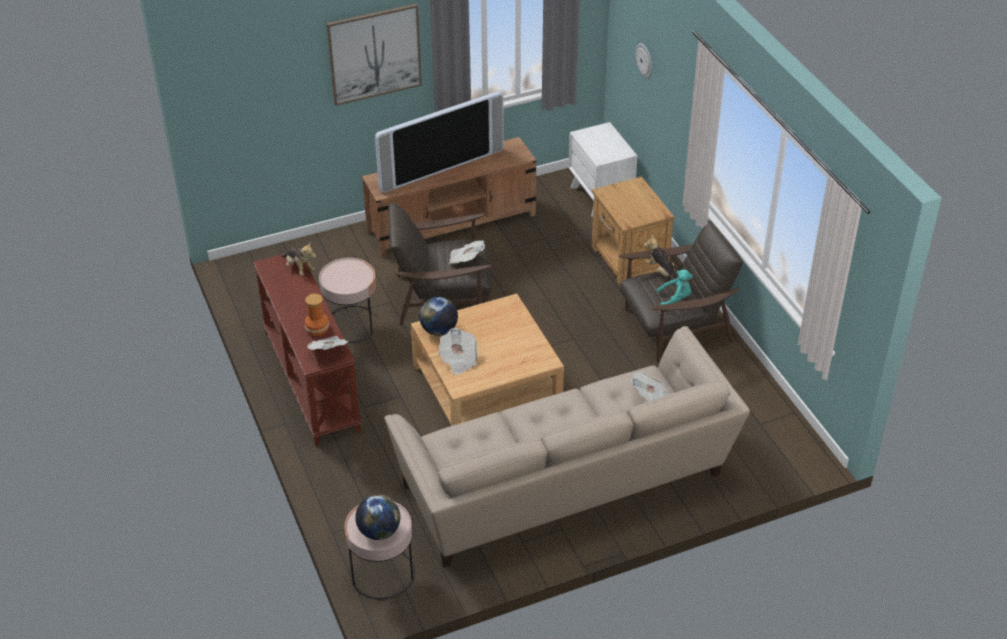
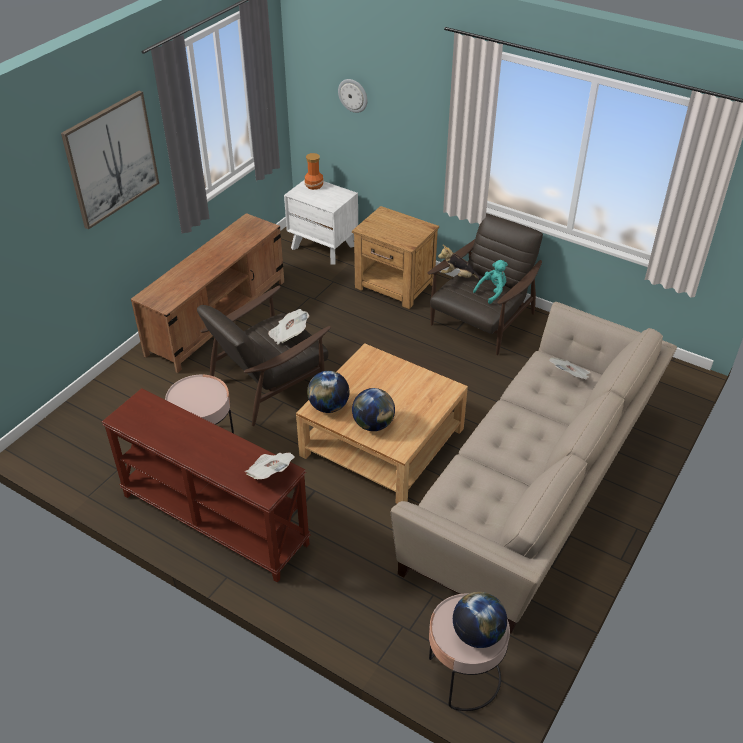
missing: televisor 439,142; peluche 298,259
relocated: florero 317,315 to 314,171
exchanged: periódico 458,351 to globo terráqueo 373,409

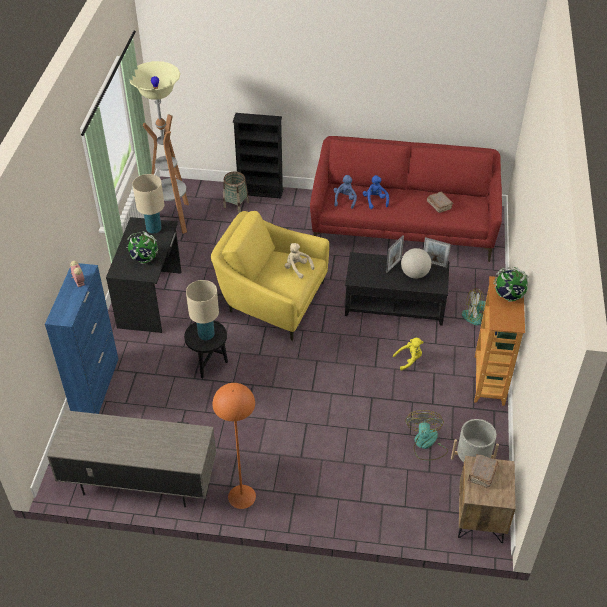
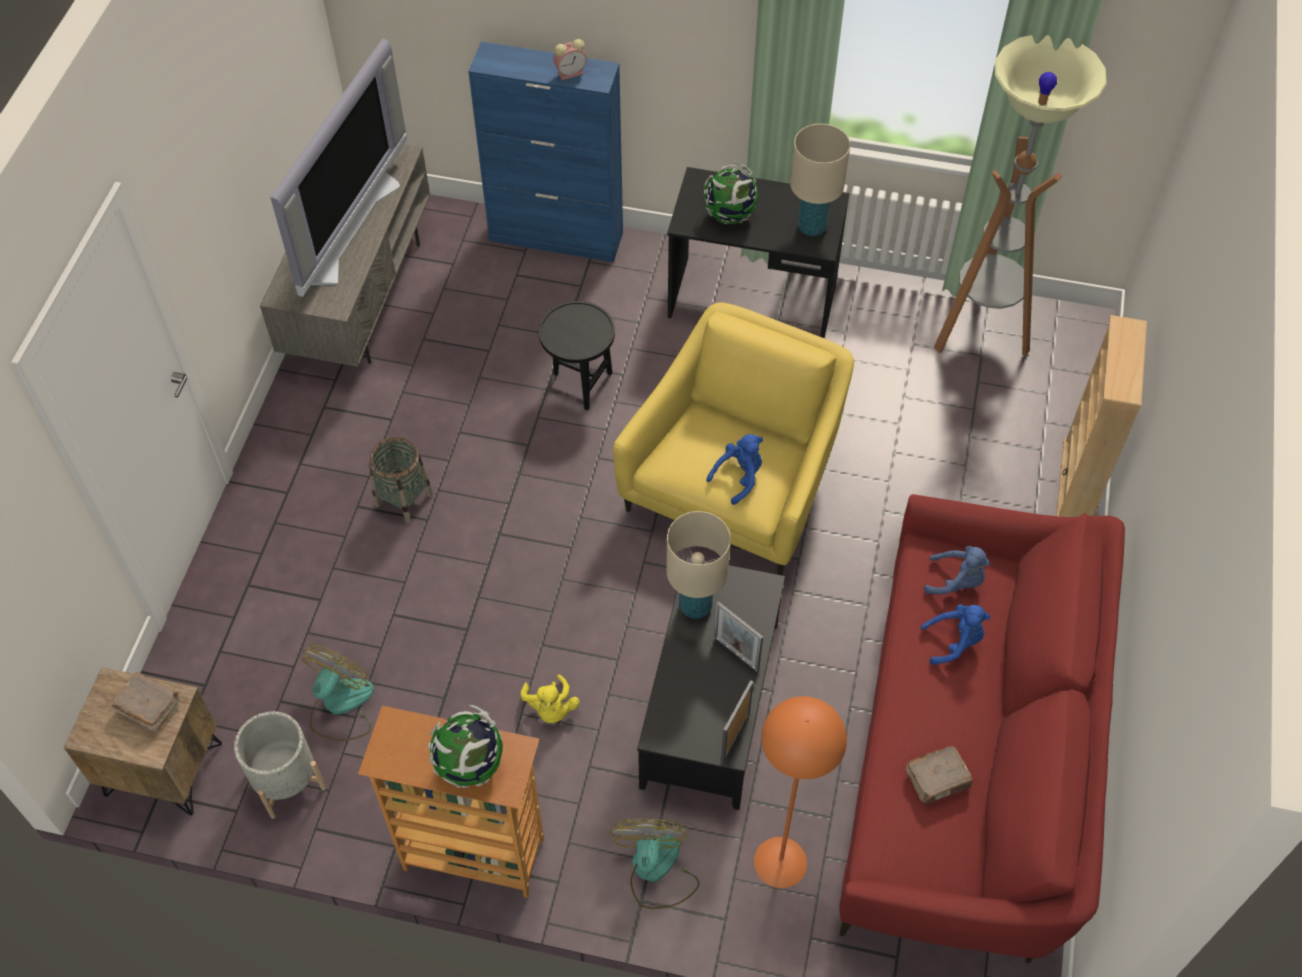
missing: globo terráqueo 416,263
appeared: televisor 338,167
relocated: cesta 236,192 to 401,480; lámpara de mesa/beis 202,310 to 699,565; lámpara de pie/naranja 234,446 to 800,792
colour: estantería/negro 258,155 to estantería/beis 1101,416; peluche/beis 300,261 to peluche/azul 734,469
spun: ventilador 427,435 = 338,692 75 degrees counterclockwise

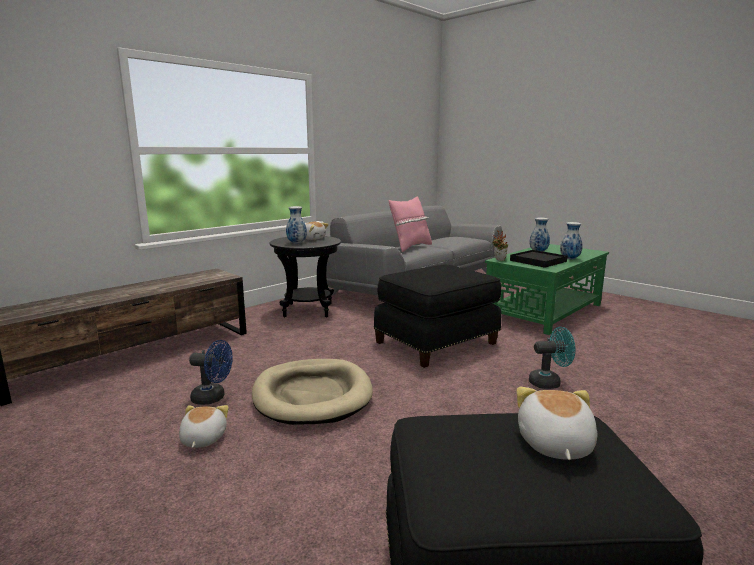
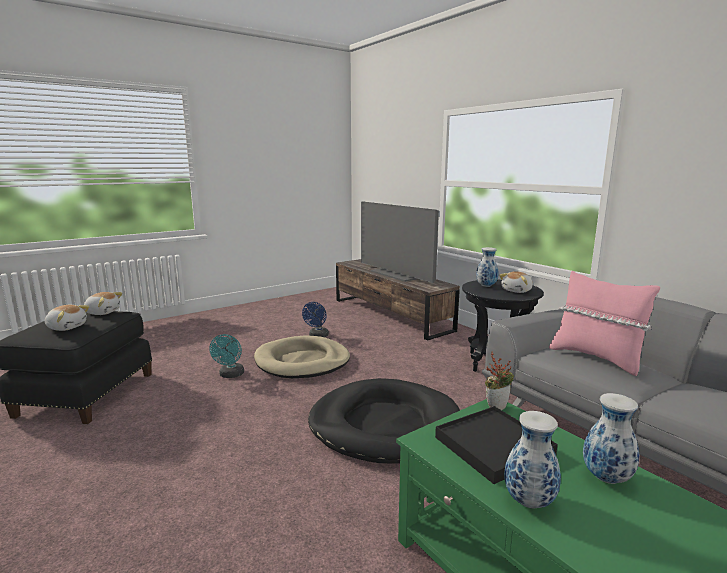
appeared: televisor 400,242
relocated: ventilador/turquesa 552,358 to 226,356; peluche 204,426 to 103,303
exchanged: puf/negro 437,316 to cama para perro/negro 384,421

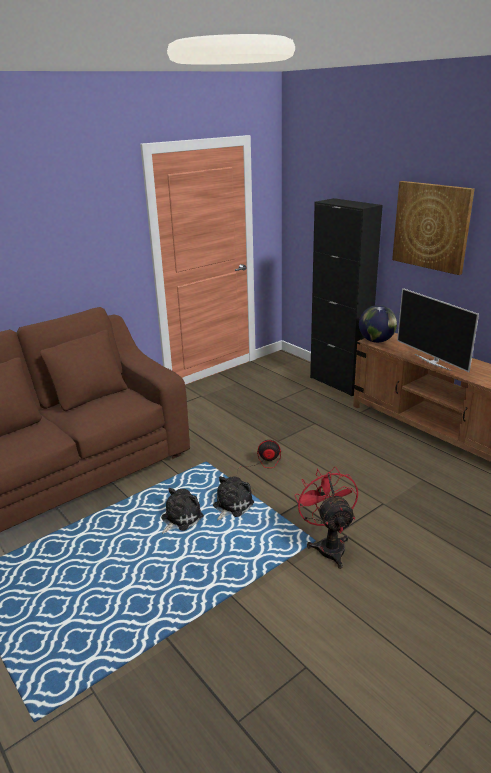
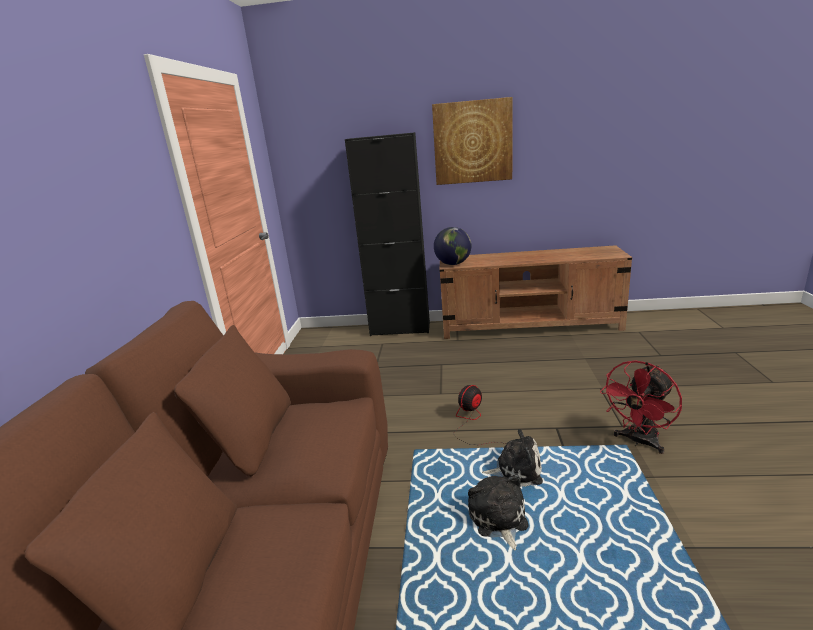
missing: televisor 438,330
spun: ventilador/rojo 326,517 = 641,407 75 degrees counterclockwise; peluche 233,498 = 512,458 105 degrees clockwise

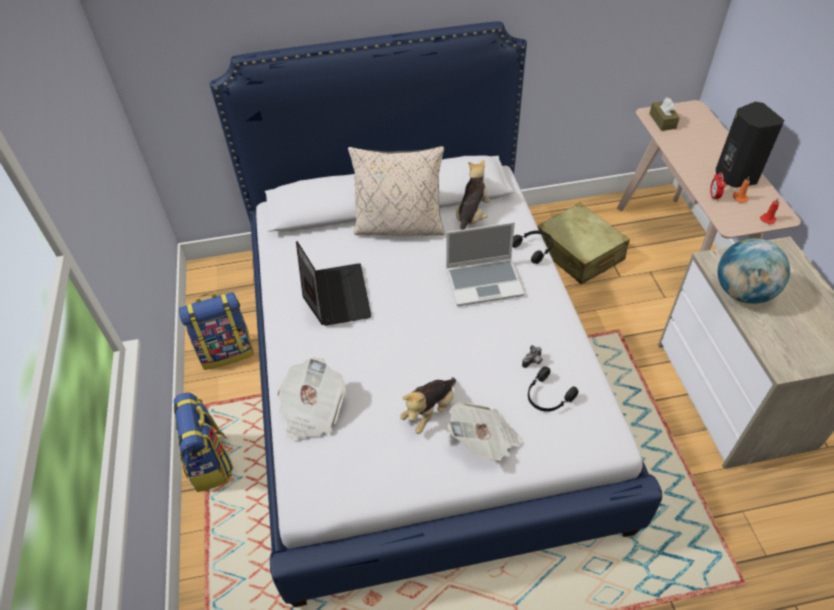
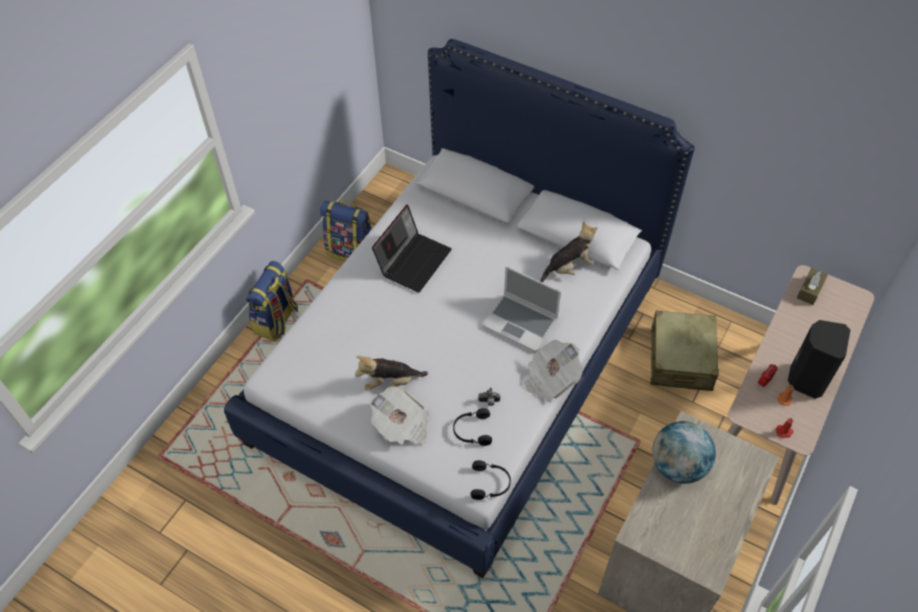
missing: cojín/beis 396,191
relocated: auriculares/negro 532,247 to 491,480; periódico 312,398 to 552,371

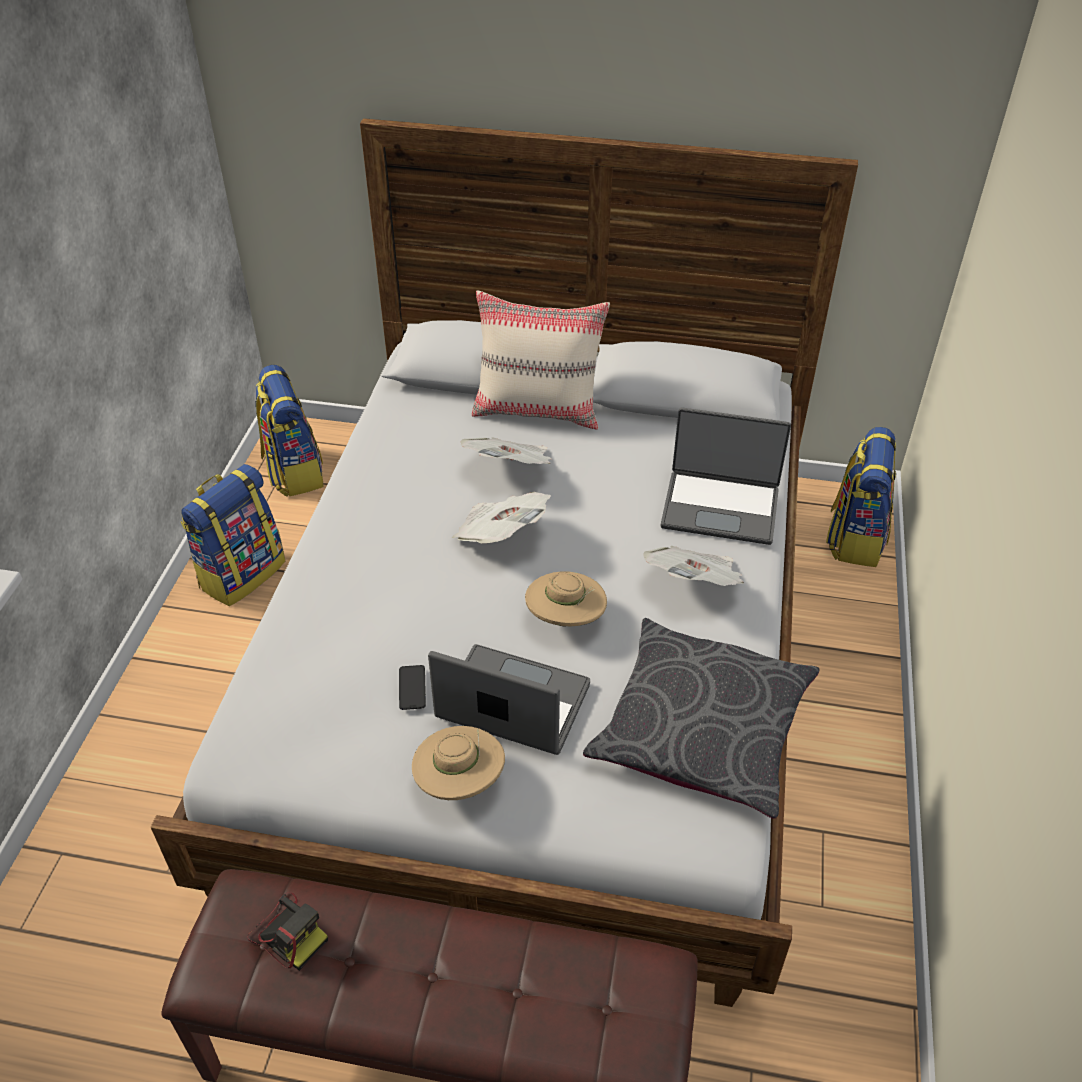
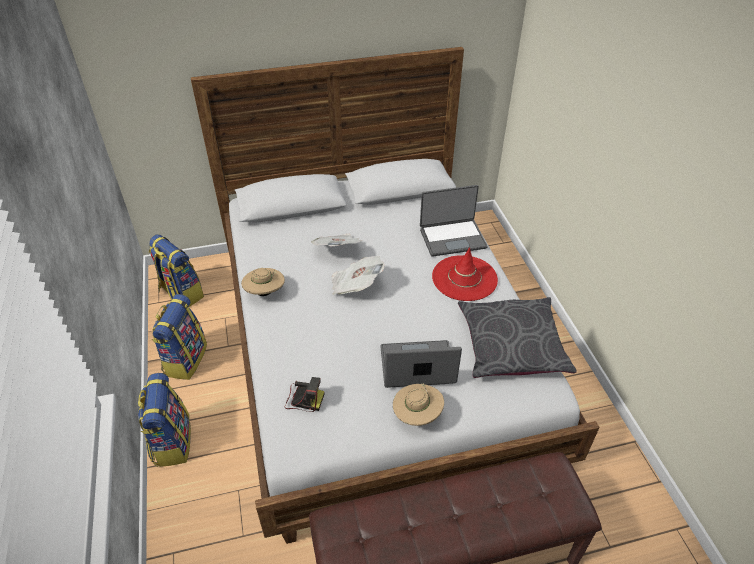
missing: cojín/beis 541,360; móvil 412,687
relocated: mochila 861,497 to 164,420; sombrero/beis 566,599 to 263,282; cámara 287,931 to 304,394
exchanged: periódico 693,566 to sombrero/rojo 465,274

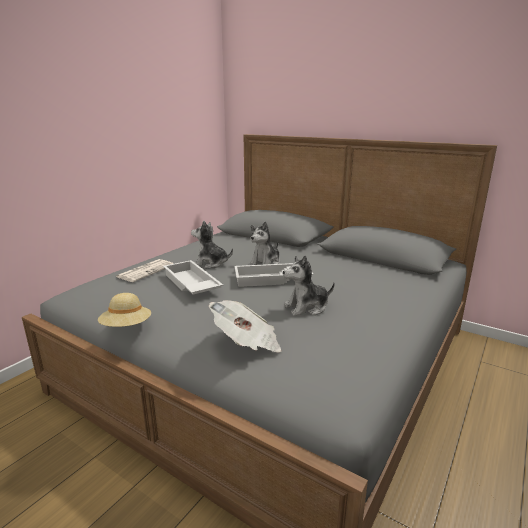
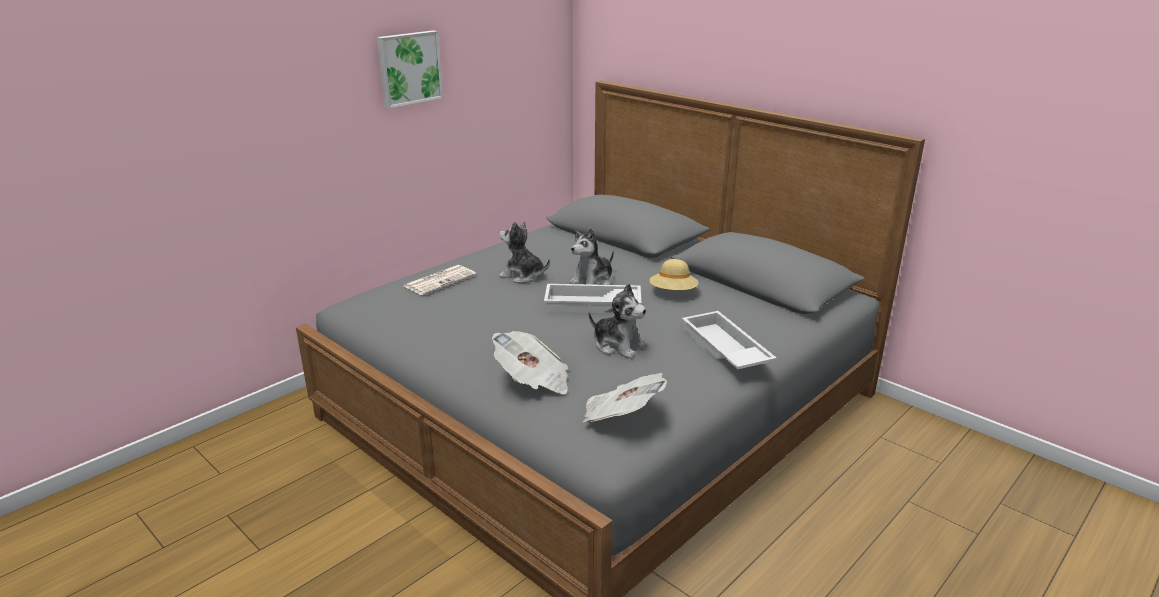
appeared: cuadro 410,69; periódico 625,397
relocated: bandeja/blanco 193,277 to 729,340; sombrero/beis 124,310 to 673,274
spun: peluche 309,286 = 618,321 135 degrees counterclockwise

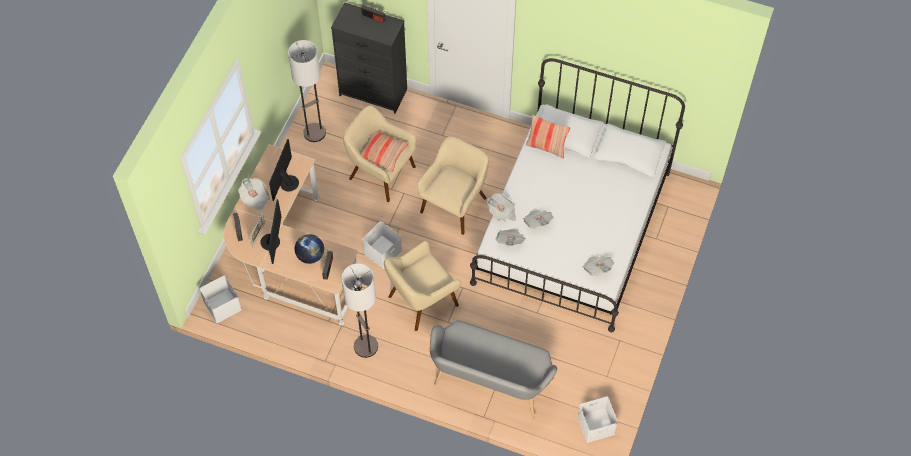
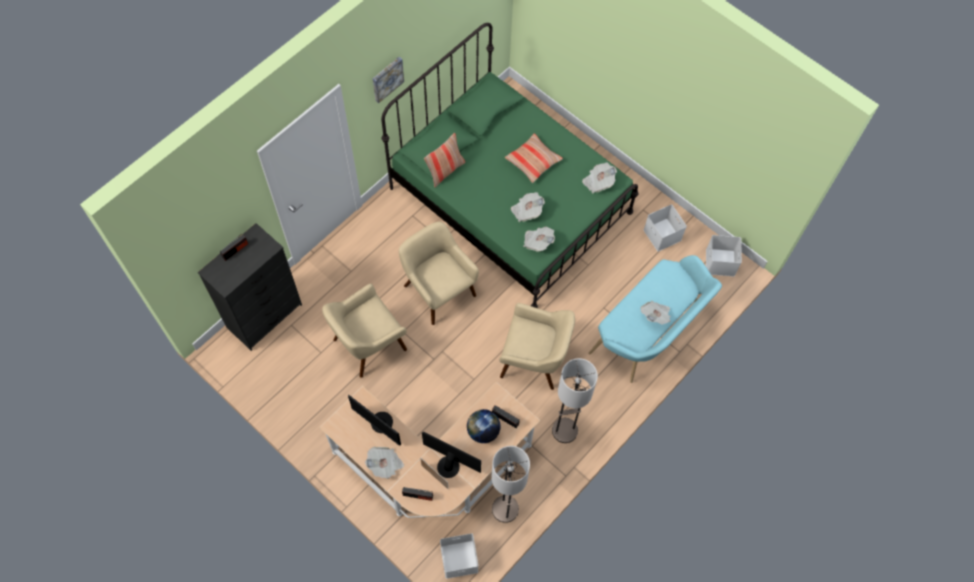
appeared: cuadro 388,80
relocated: lámpara de pie 307,91 to 510,484; cojín 384,151 to 534,158; periódico 501,207 to 656,313; caja de almacenaje/blanco 382,245 to 665,228
colour: cama/blanco 577,195 to cama/verde 509,165; banco/gris 493,370 to banco/turquesa 655,319
spun: sillón/beis 422,286 = 537,346 60 degrees counterclockwise

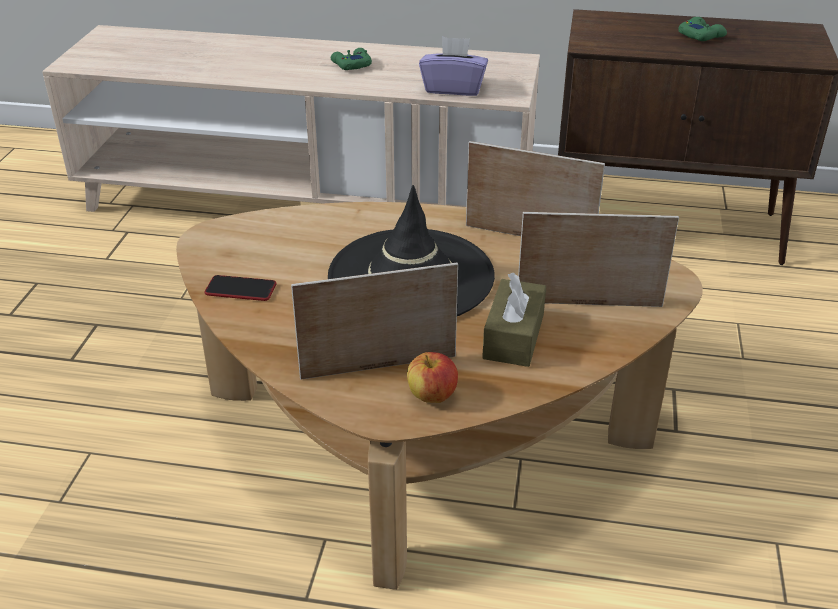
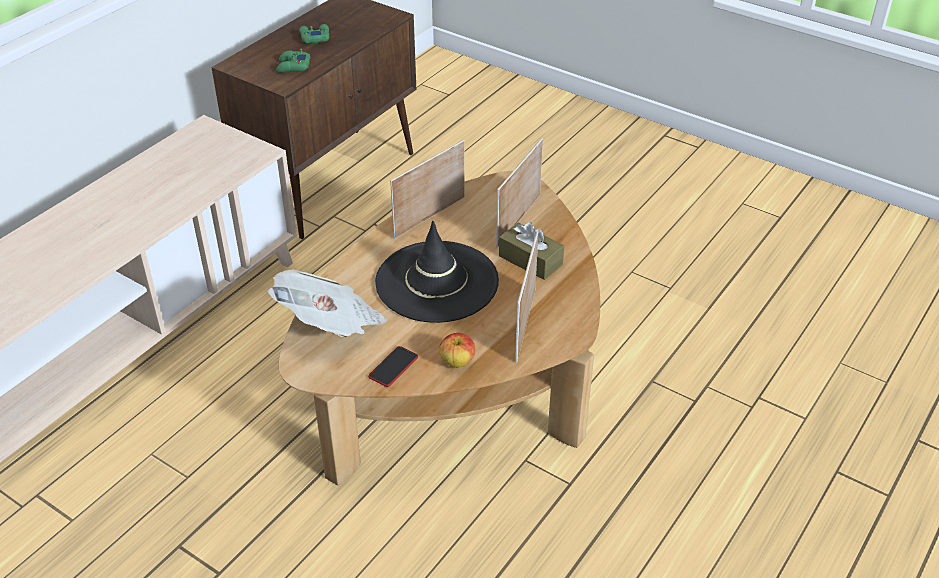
missing: caja de pañuelos/morado 453,66
appeared: periódico 327,303
relocated: mando de consola/verde 351,59 to 293,61; manzana 432,377 to 457,350

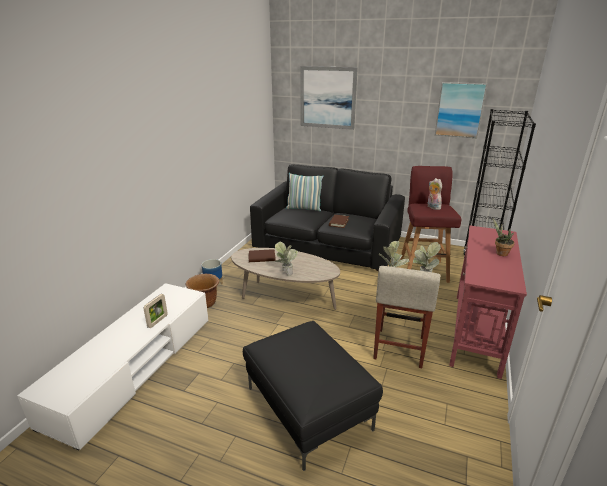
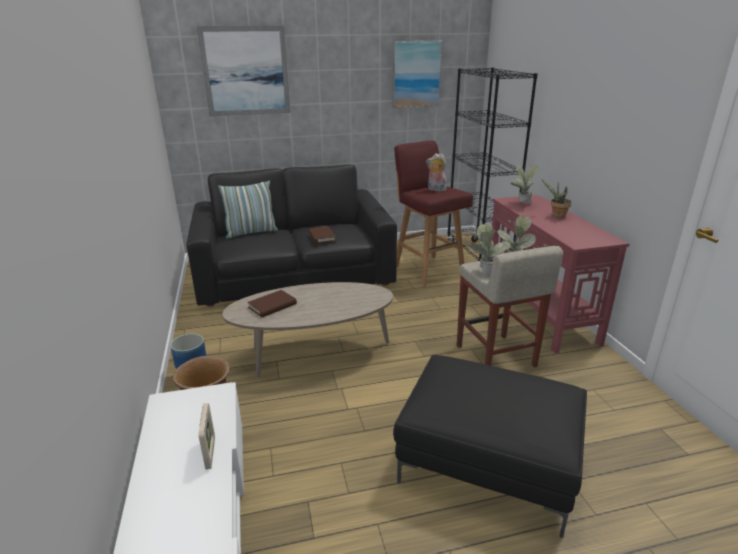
relocated: planta en maceta 286,259 to 524,185

